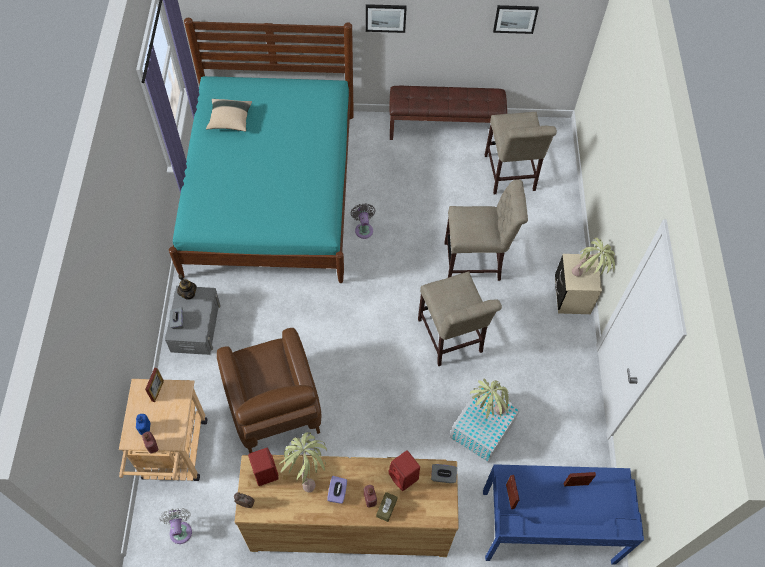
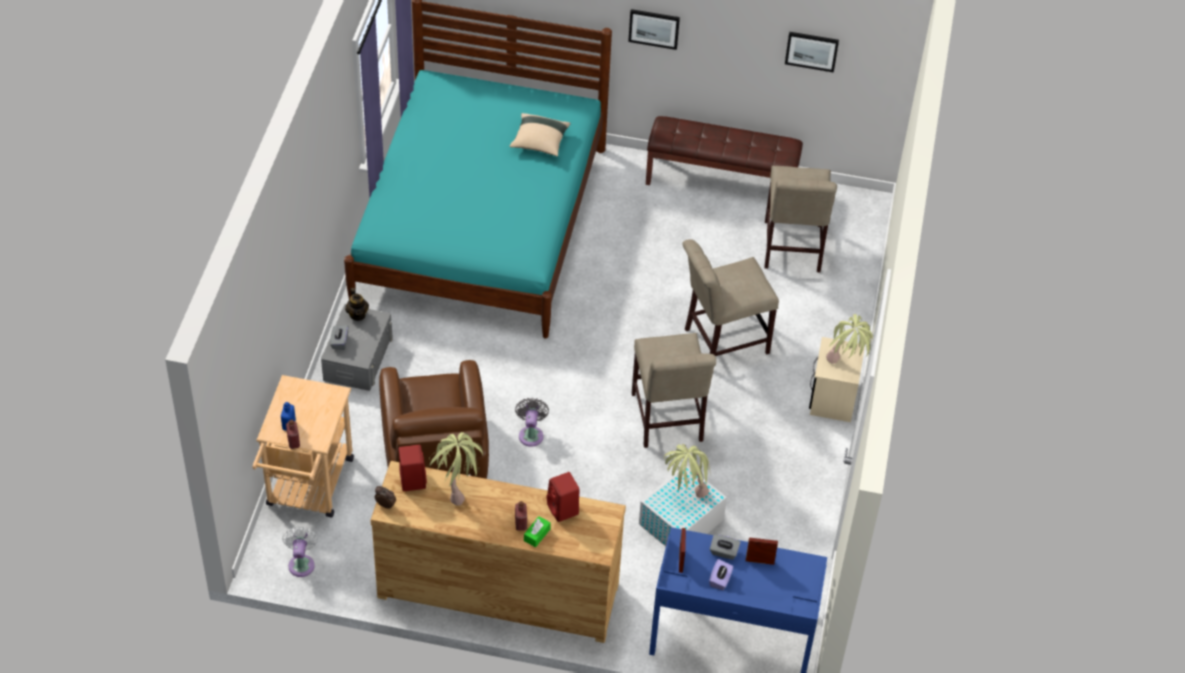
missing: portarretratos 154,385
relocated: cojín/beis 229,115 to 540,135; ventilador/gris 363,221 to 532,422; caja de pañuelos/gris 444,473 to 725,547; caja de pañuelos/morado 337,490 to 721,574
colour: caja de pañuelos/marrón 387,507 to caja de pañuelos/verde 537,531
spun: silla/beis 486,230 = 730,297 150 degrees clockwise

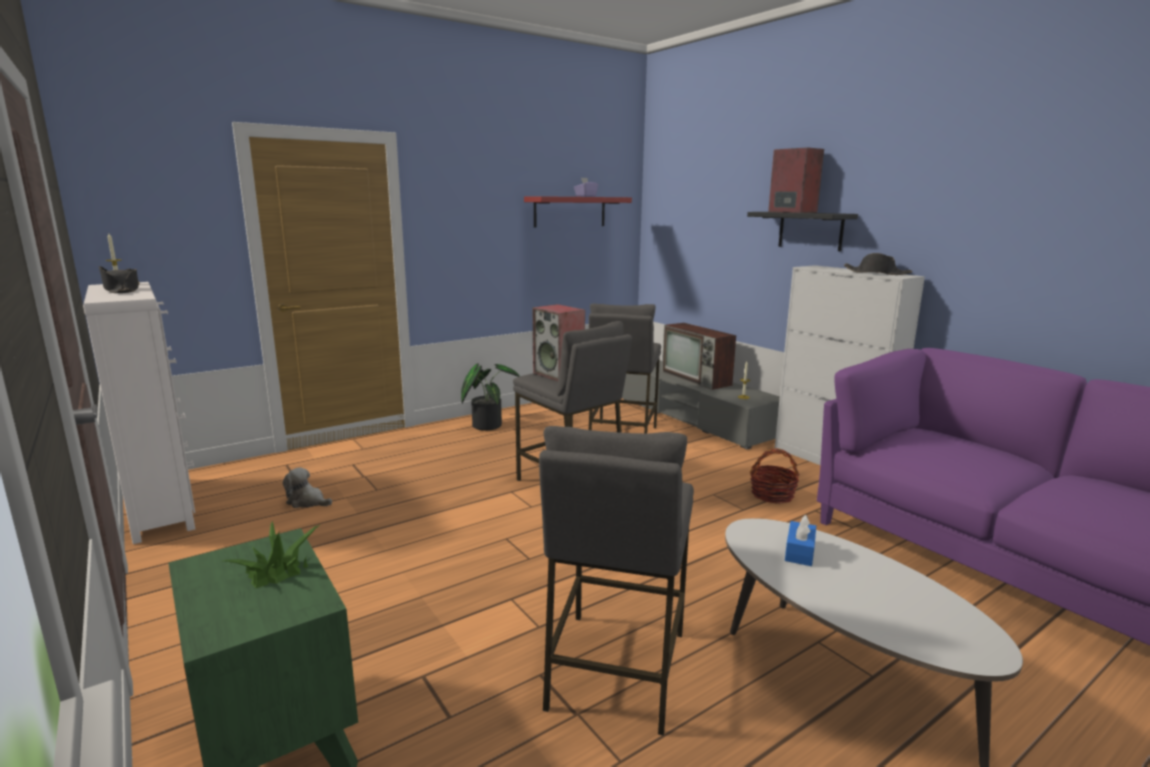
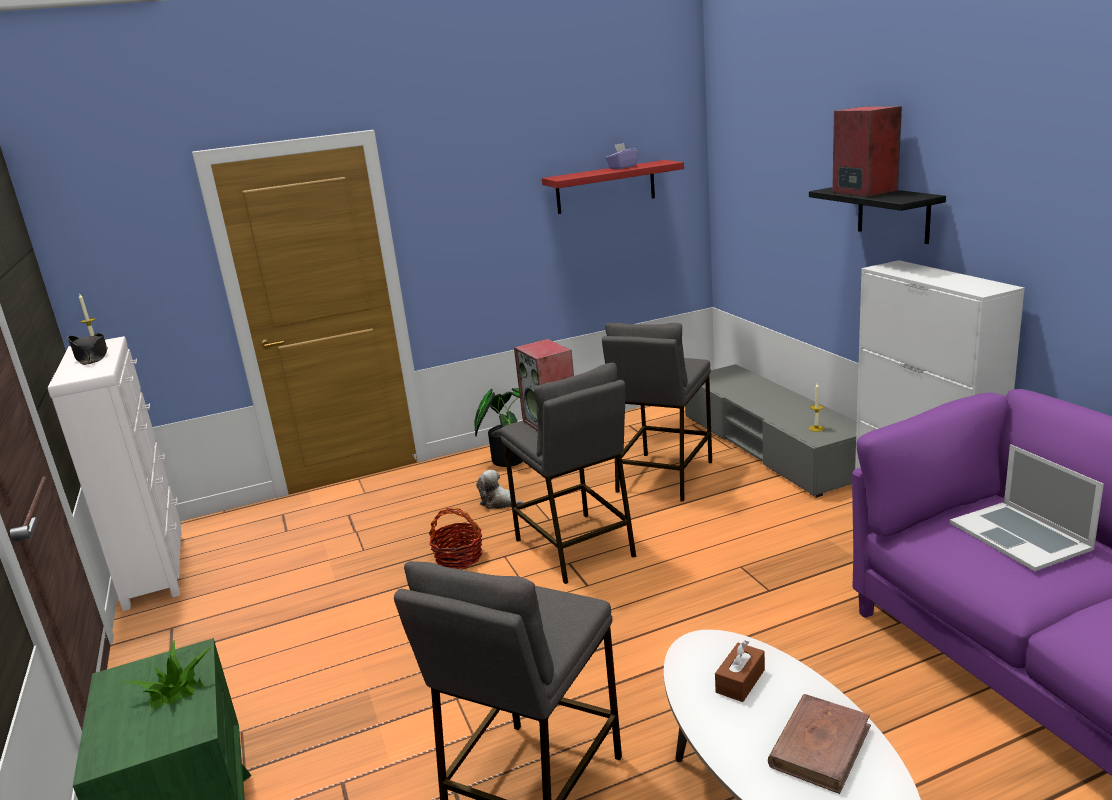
missing: sombrero/negro 878,264; televisor 699,356
appeared: portátil 1027,507; libro/marrón 819,744
relocated: cesta 774,476 to 455,538; peluche 307,488 to 499,489
colour: caja de pañuelos/azul 800,540 to caja de pañuelos/marrón 740,671

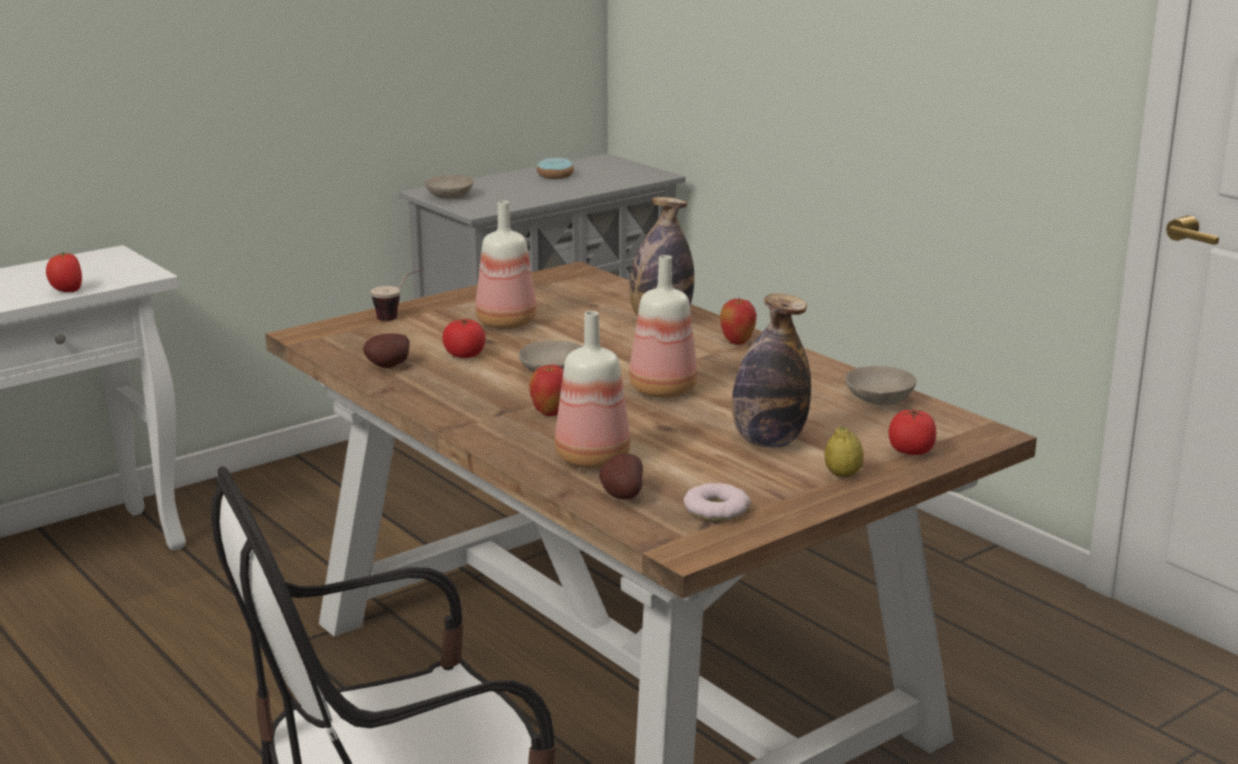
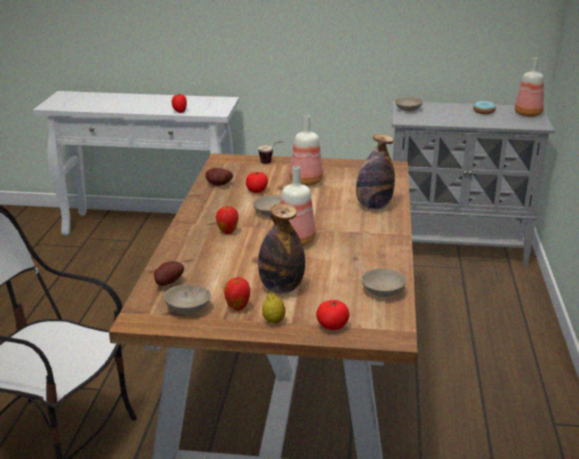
relocated: manzana 738,321 to 237,294; botella 593,390 to 529,87
exchanged: rosquilla 717,502 to cuenco/beis 187,299

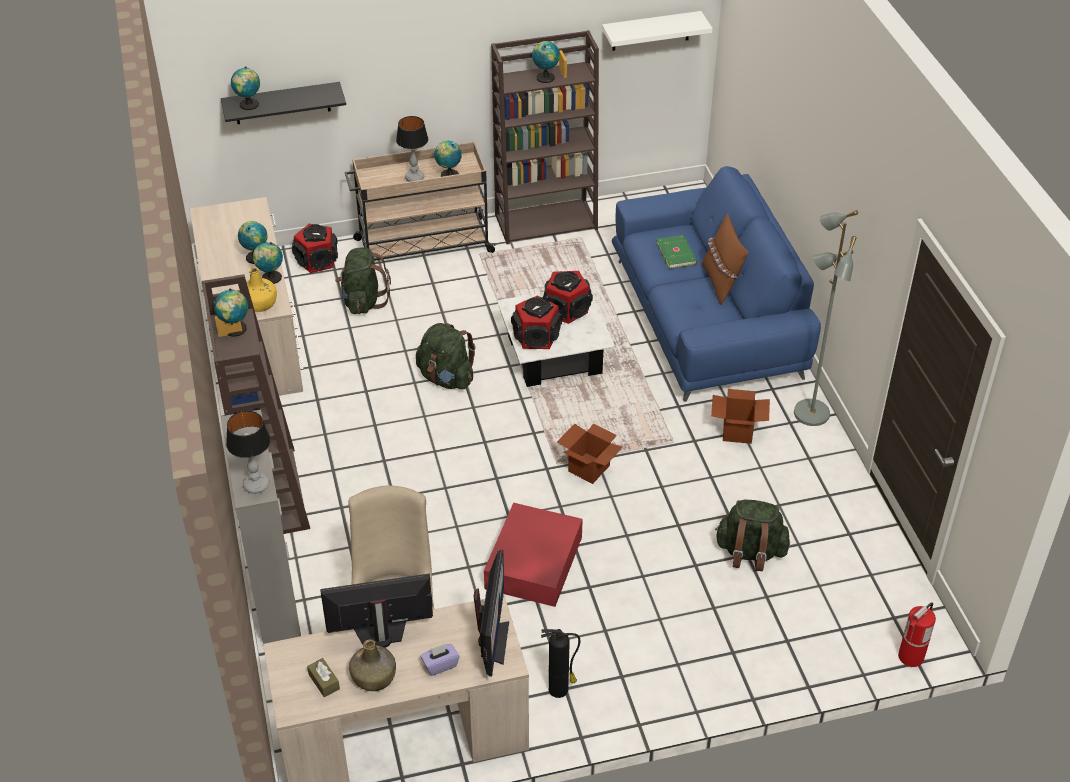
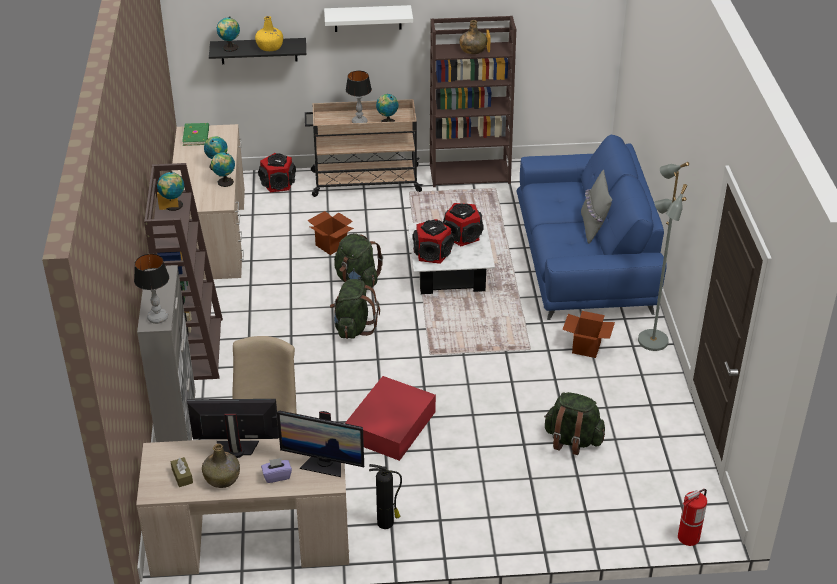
relocated: estante/blanco 657,31 to 368,18; libro/verde 676,252 to 195,134; mochila/verde 363,280 to 355,309; botella/amarillo 262,290 to 269,33; caja de cartón 590,454 to 330,233
exchanged: globo terráqueo 546,62 to botella/verde 473,37
colour: cojín/marrón 725,259 to cojín/gris 596,207
spun: monitor 491,613 = 320,444 90 degrees clockwise

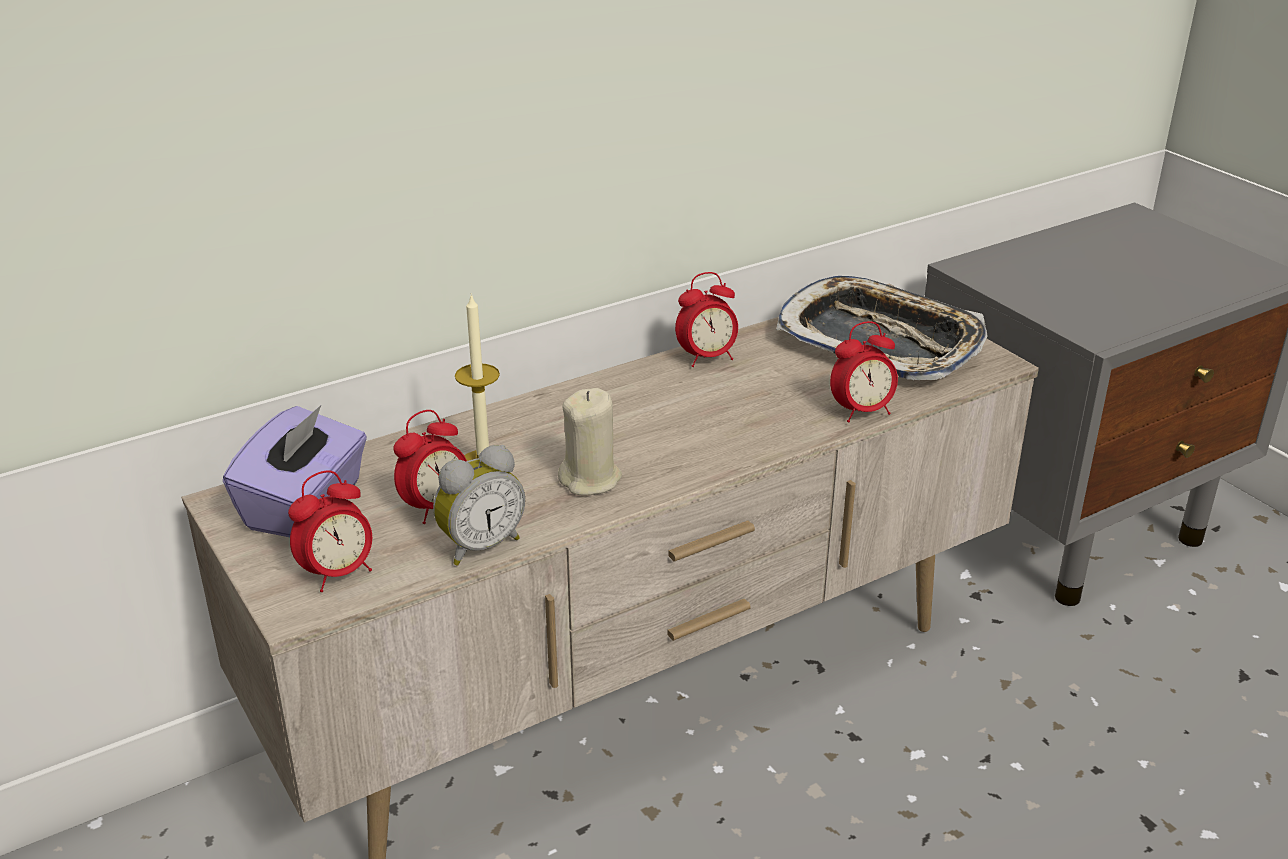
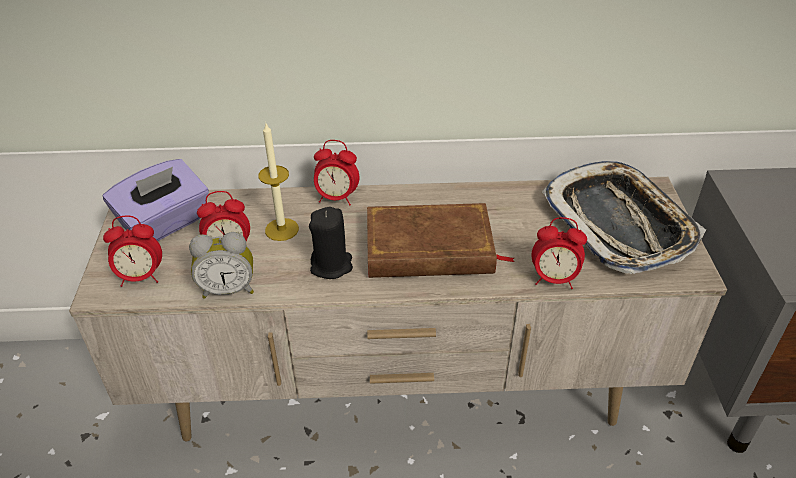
appeared: libro/marrón 441,240
relocated: despertador 706,319 to 336,173
colour: vela/beis 590,441 to vela/negro 331,243

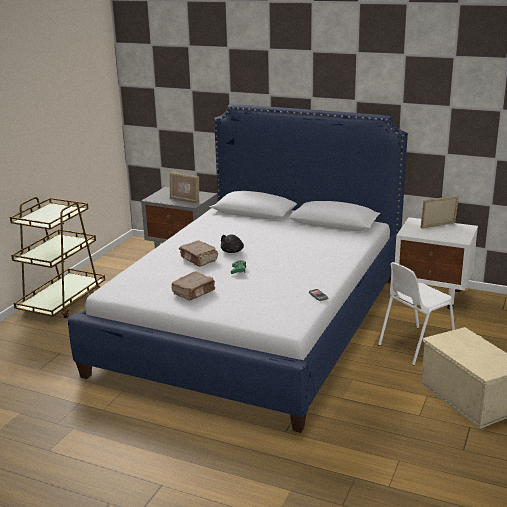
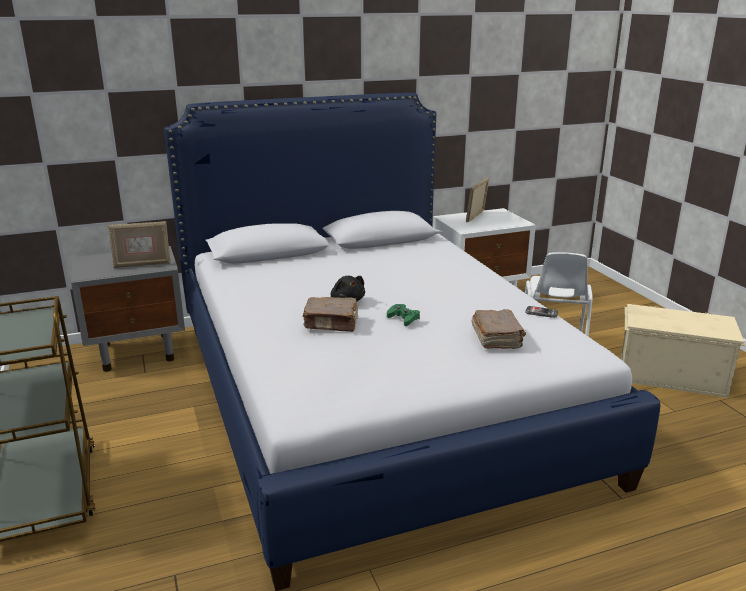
relocated: libro/marrón 193,286 to 498,329

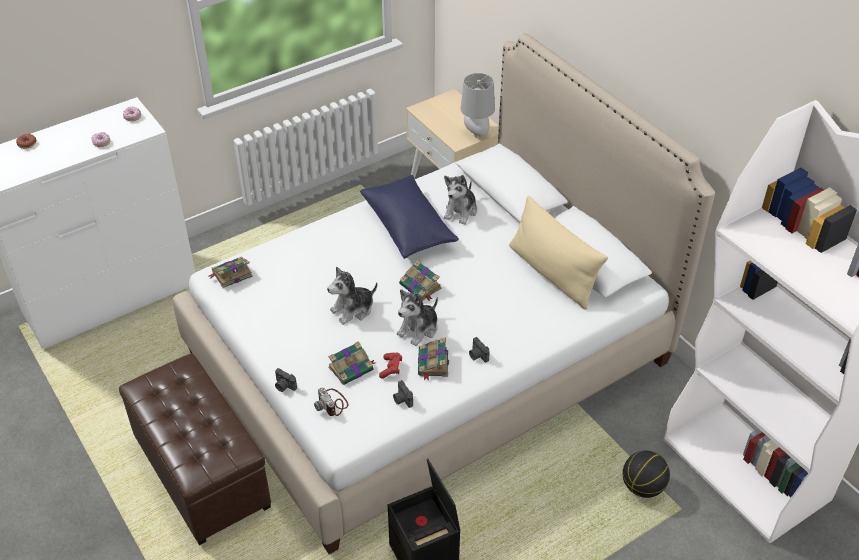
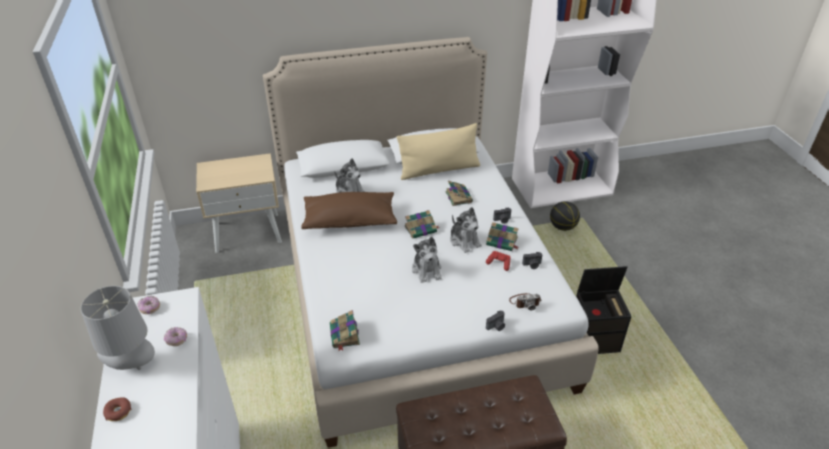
relocated: lámpara de mesa/gris 477,105 to 118,328; libro 351,363 to 459,193
colour: cojín/azul 409,217 to cojín/marrón 349,210

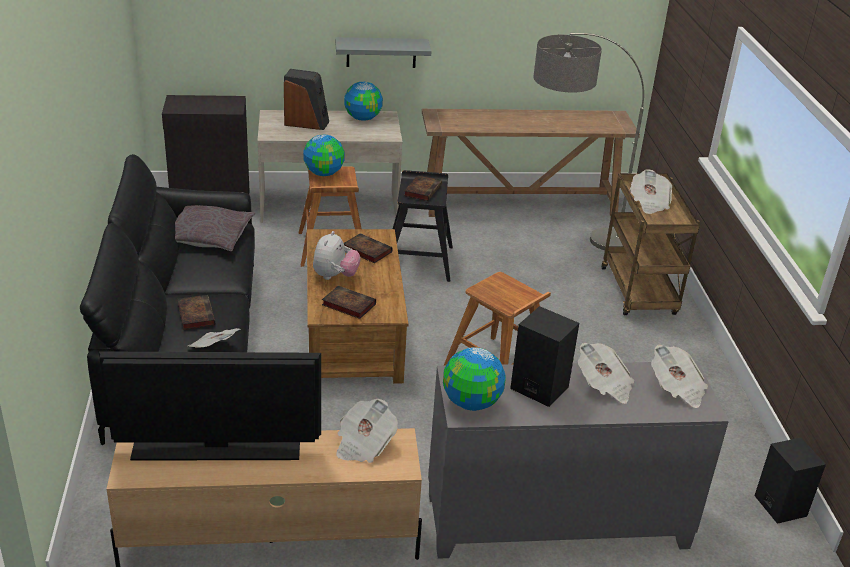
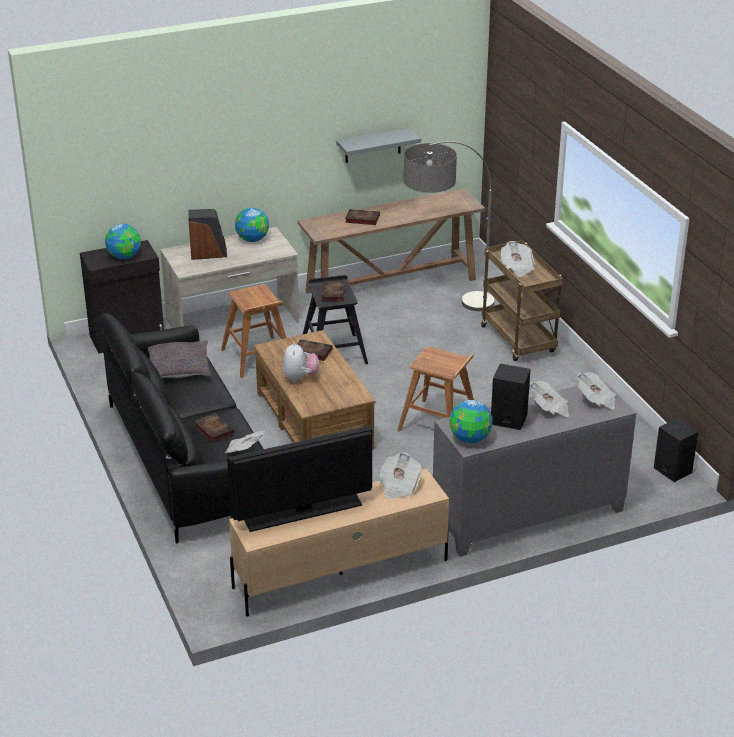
relocated: estante/gris 383,52 to 378,145; globo terráqueo 323,155 to 123,241; libro 349,302 to 362,217

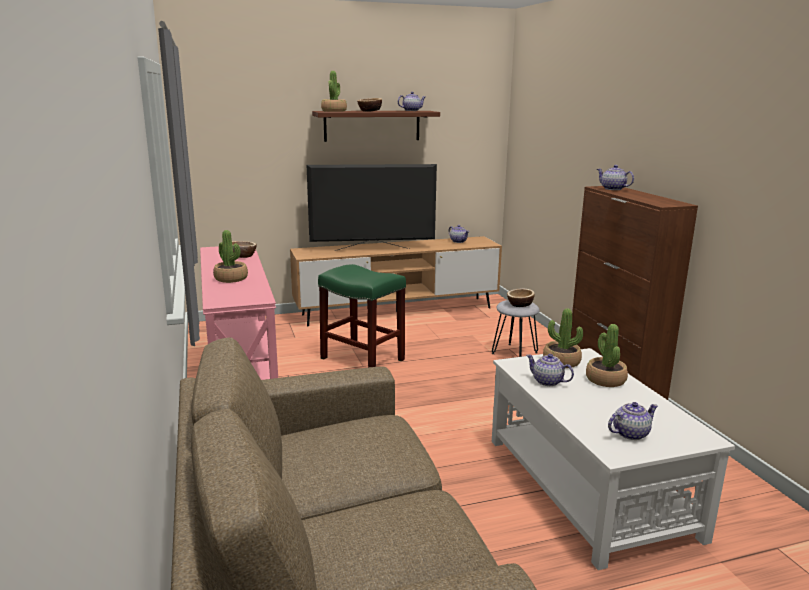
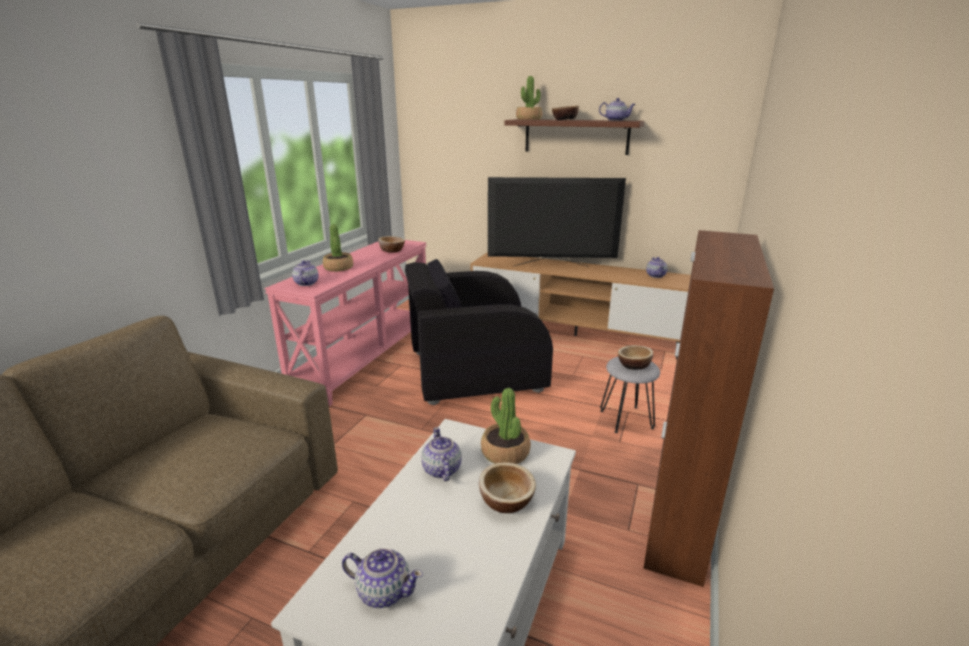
relocated: tetera 615,177 to 305,273
exchanged: taburete/verde 362,316 to sillón/negro 479,332; planta en maceta 607,355 to cuenco 507,487
spun: televisor 372,207 = 557,222 150 degrees clockwise

